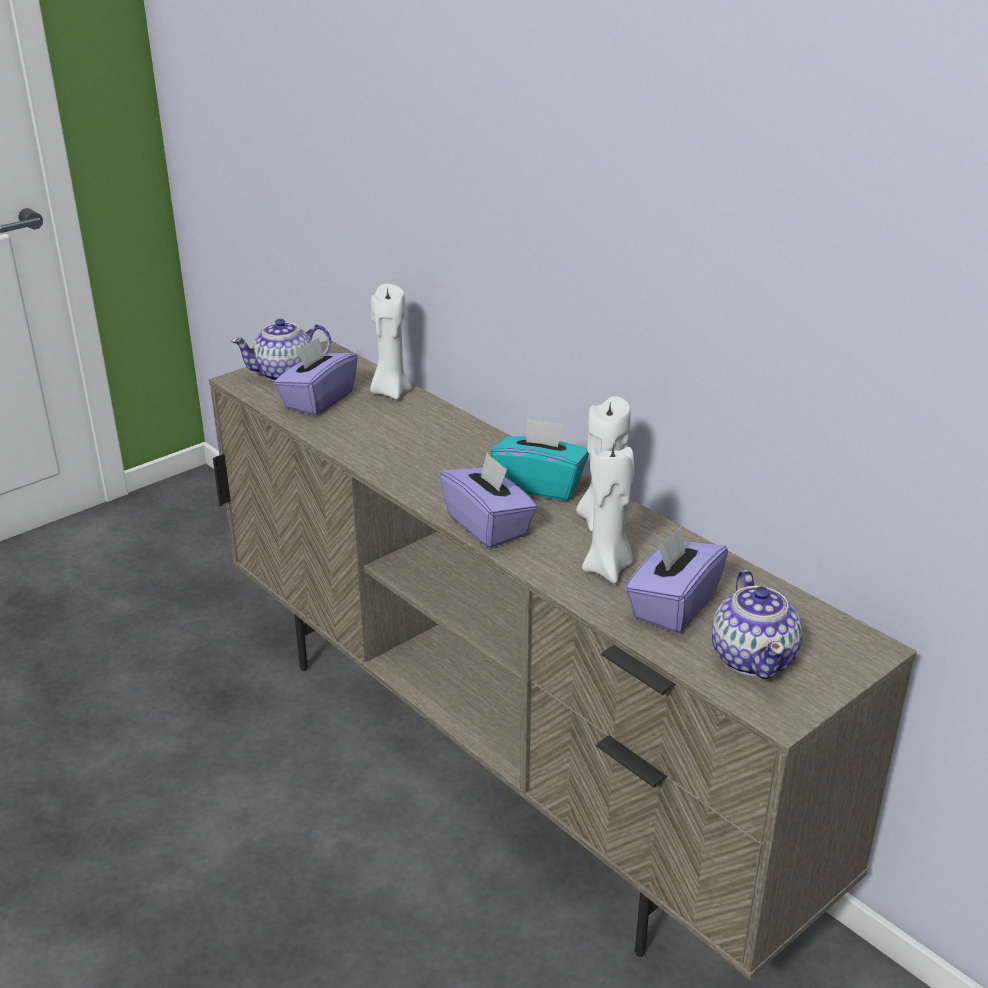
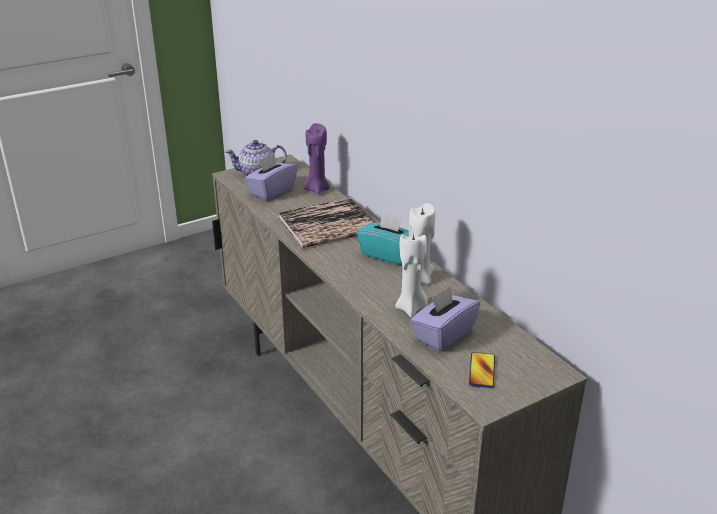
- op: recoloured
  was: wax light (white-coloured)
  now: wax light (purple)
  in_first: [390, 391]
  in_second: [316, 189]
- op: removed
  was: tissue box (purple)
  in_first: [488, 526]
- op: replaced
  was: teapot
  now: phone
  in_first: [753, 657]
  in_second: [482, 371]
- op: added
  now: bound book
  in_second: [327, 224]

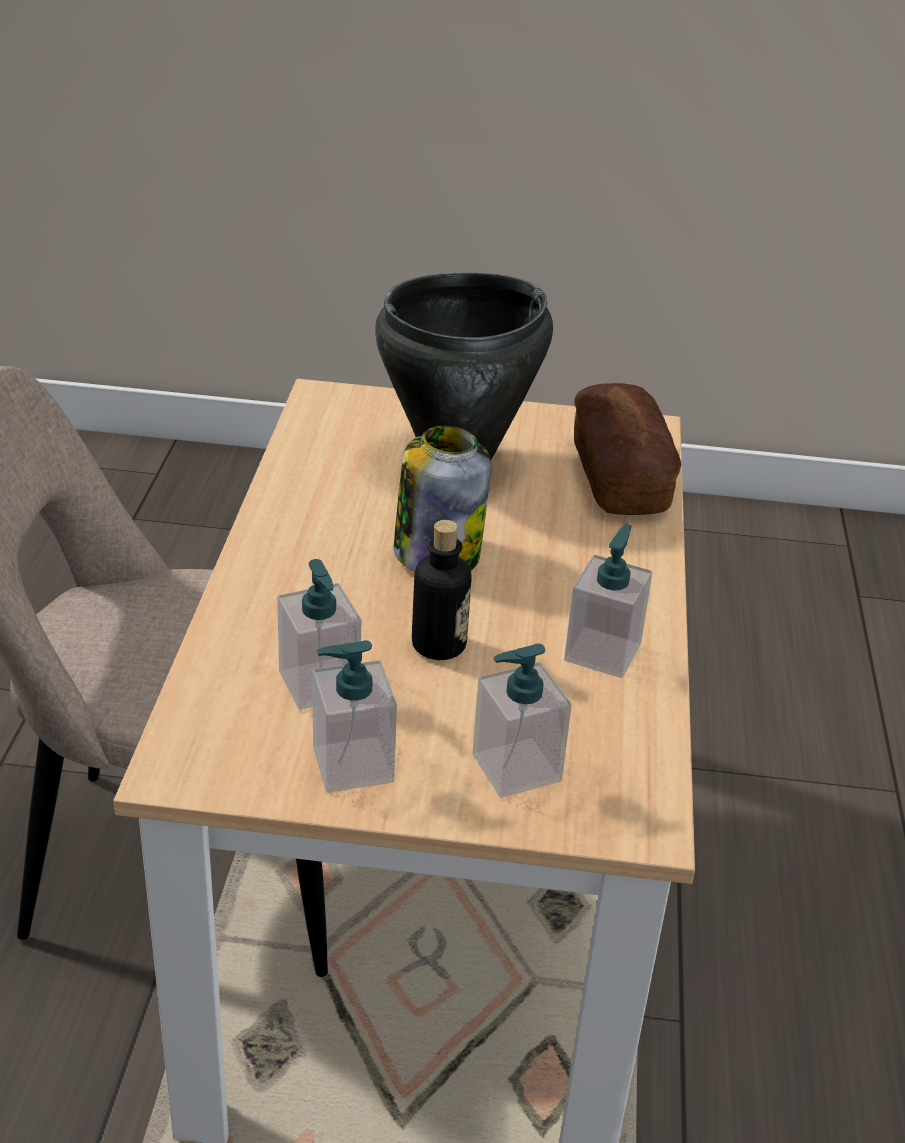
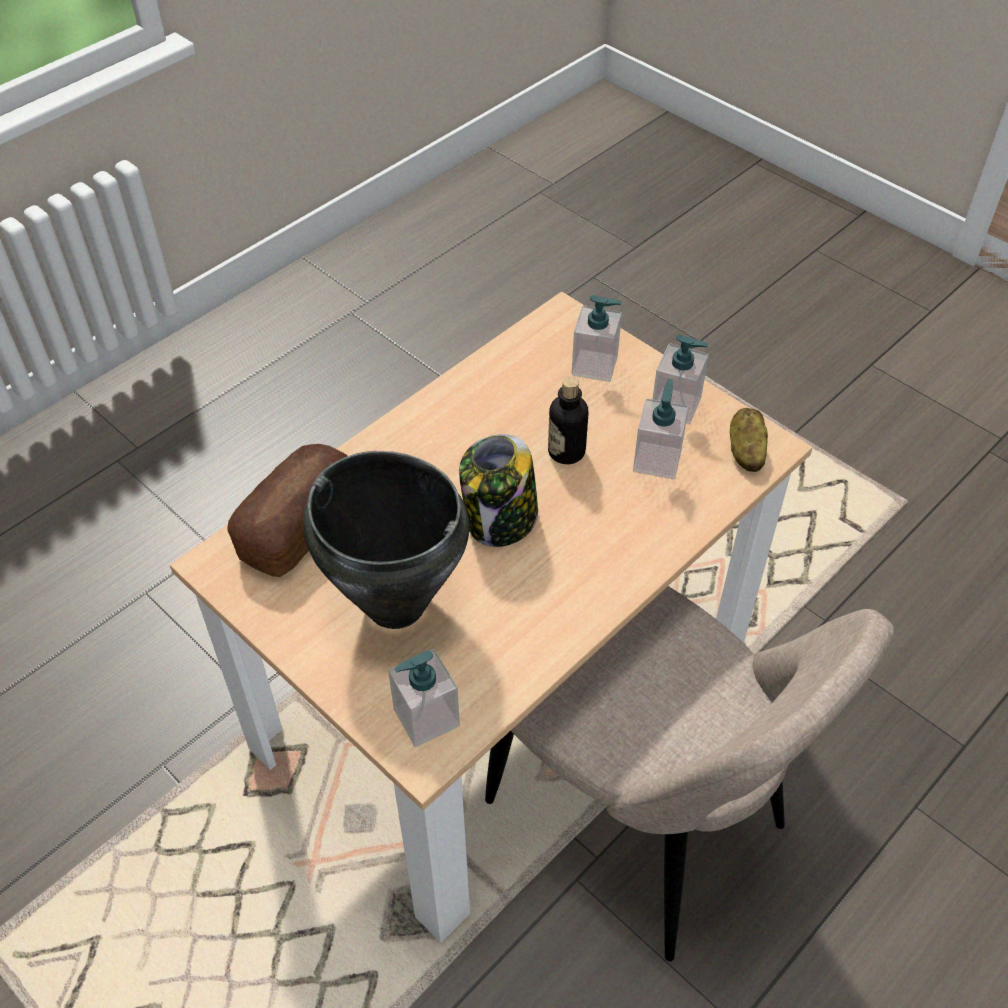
- op: moved
  was: soap bottle
  in_first: [602, 652]
  in_second: [426, 717]
- op: added
  now: spud
  in_second: [745, 452]

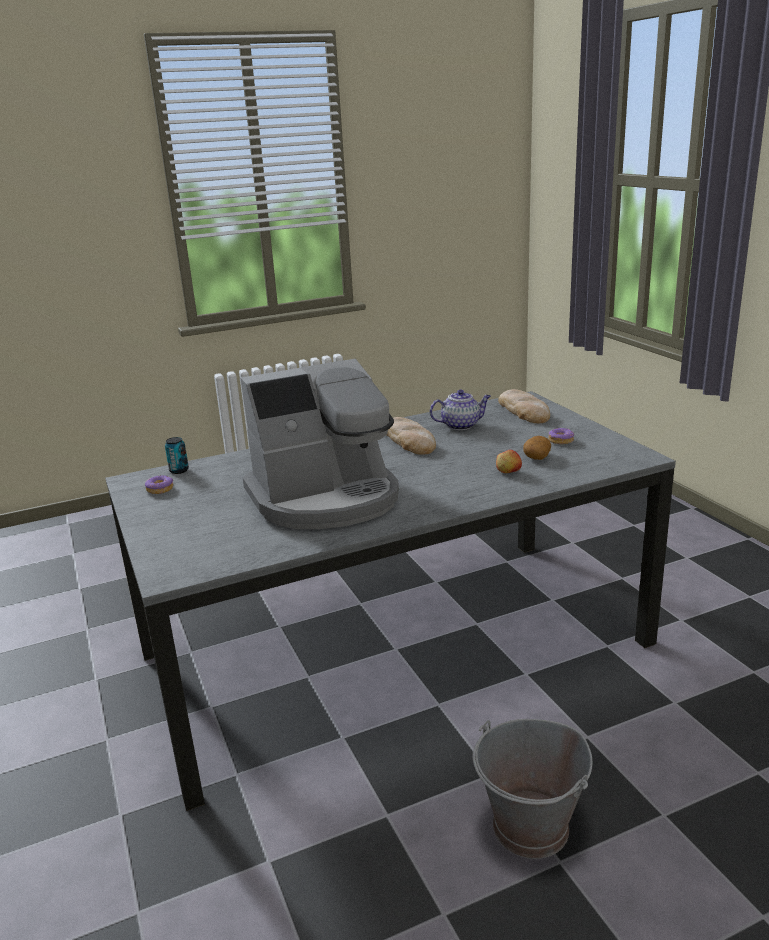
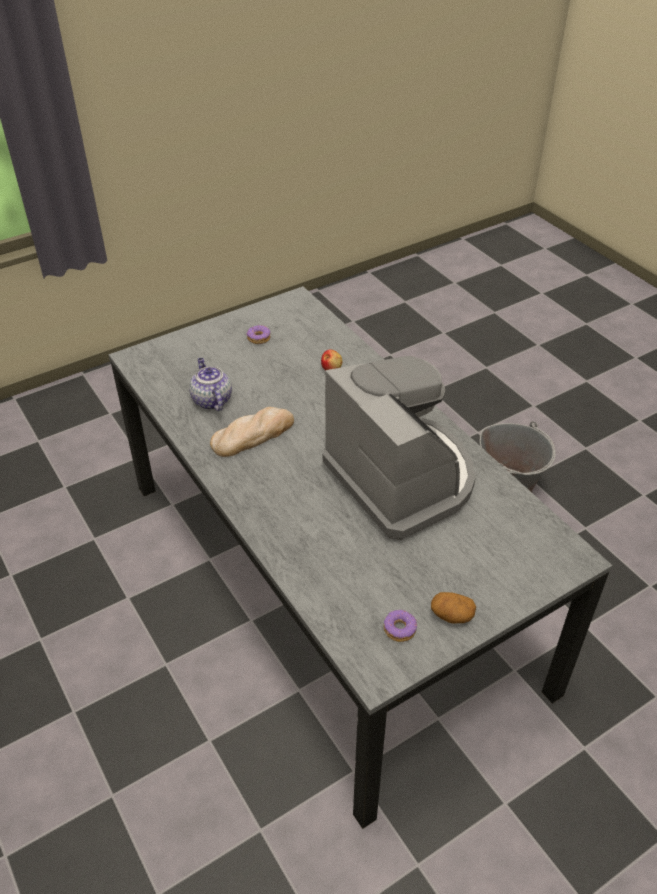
- op: removed
  was: baked bread
  in_first: [524, 411]
- op: moved
  was: spud
  in_first: [536, 456]
  in_second: [451, 615]
- op: removed
  was: metal can
  in_first: [179, 470]

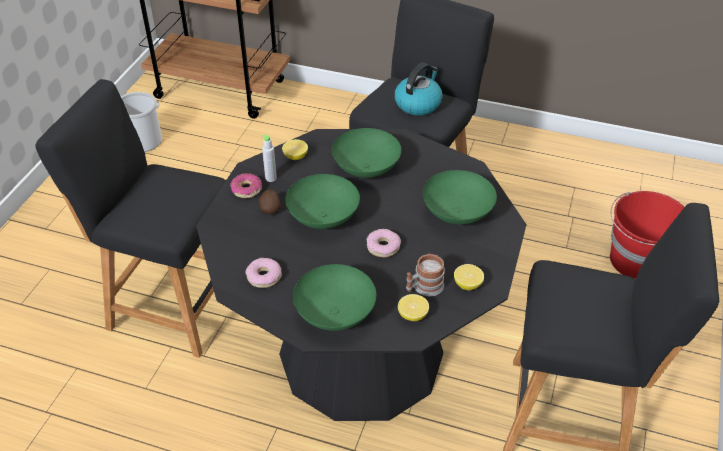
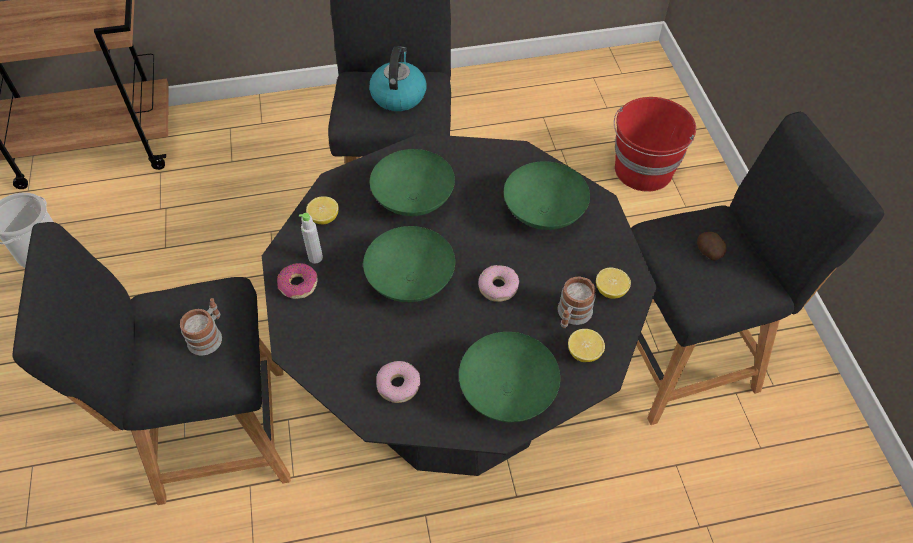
- op: moved
  was: spud
  in_first: [270, 208]
  in_second: [708, 252]
- op: added
  now: mug
  in_second: [208, 336]

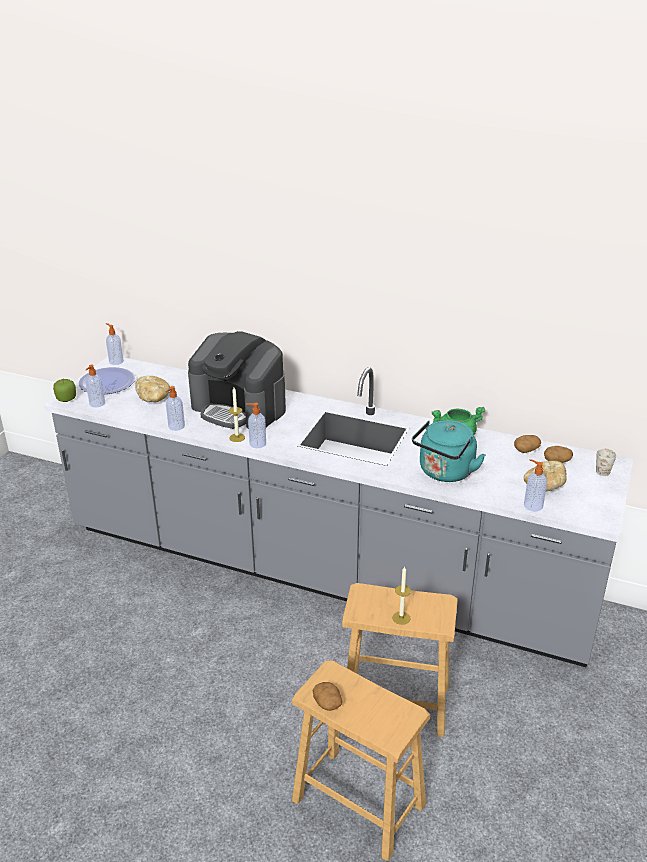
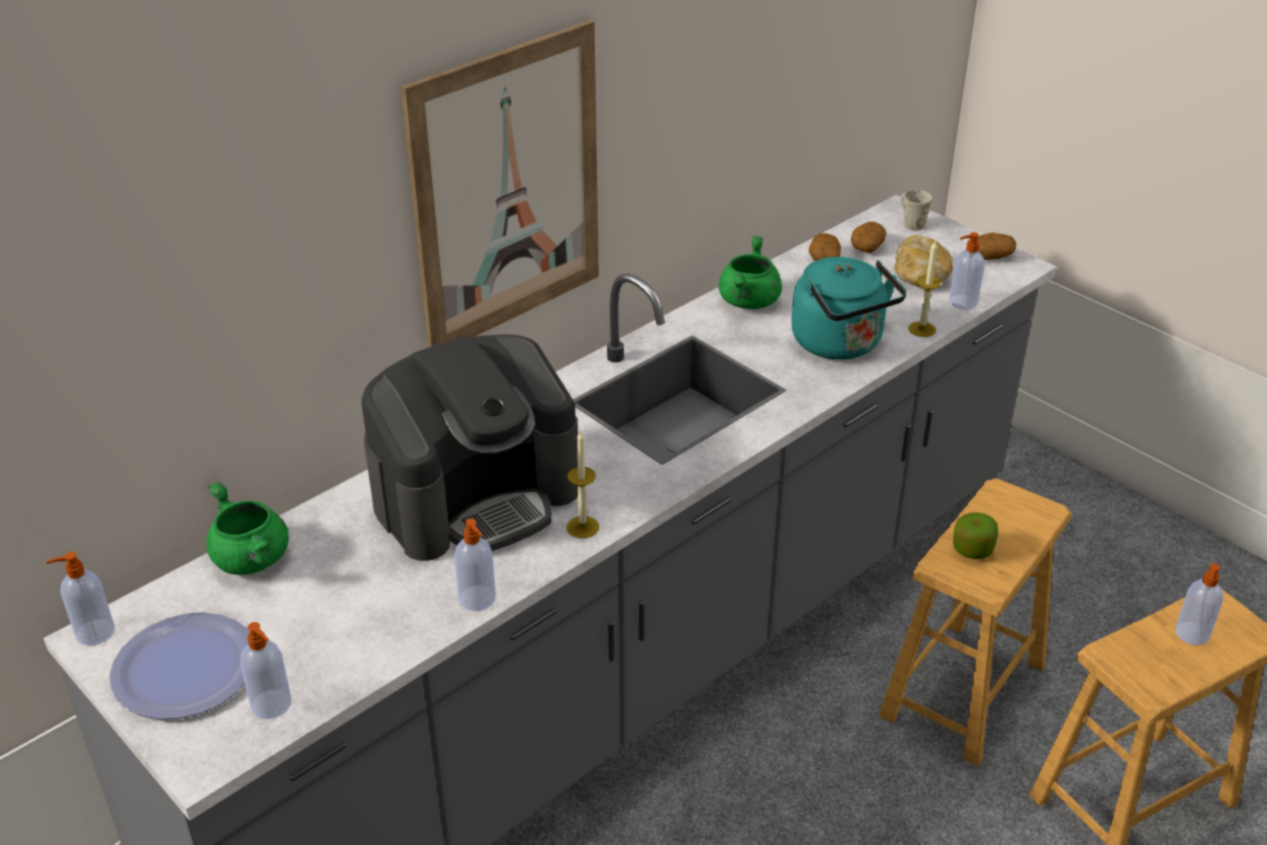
- op: removed
  was: baked bread
  in_first: [153, 397]
- op: moved
  was: apple
  in_first: [66, 398]
  in_second: [972, 550]
- op: moved
  was: soap bottle
  in_first: [257, 444]
  in_second: [1192, 634]
- op: moved
  was: wax light
  in_first: [401, 618]
  in_second: [922, 329]
- op: moved
  was: spud
  in_first: [328, 703]
  in_second: [992, 256]
- op: added
  now: wall art
  in_second: [507, 189]
- op: added
  now: stockpot (green-coloured)
  in_second: [252, 559]

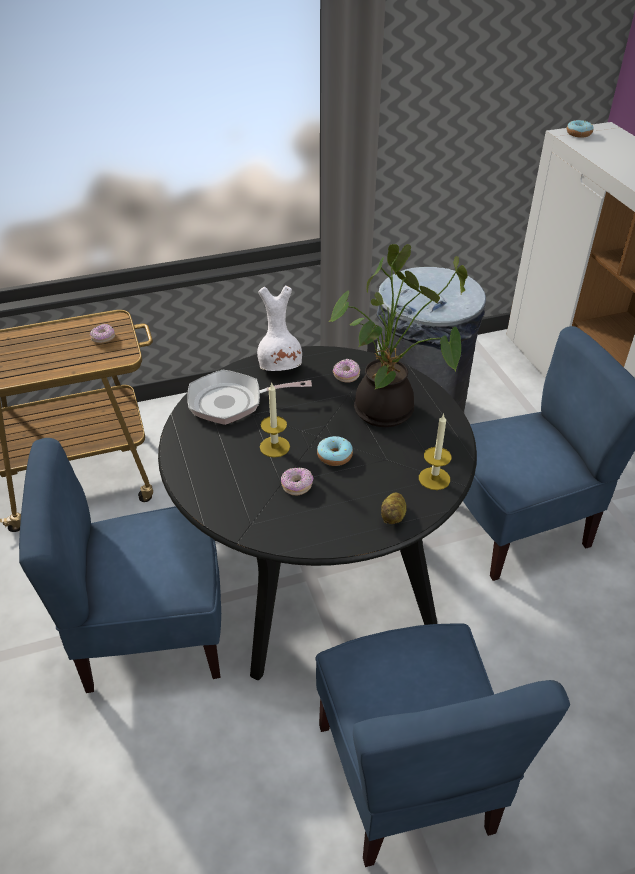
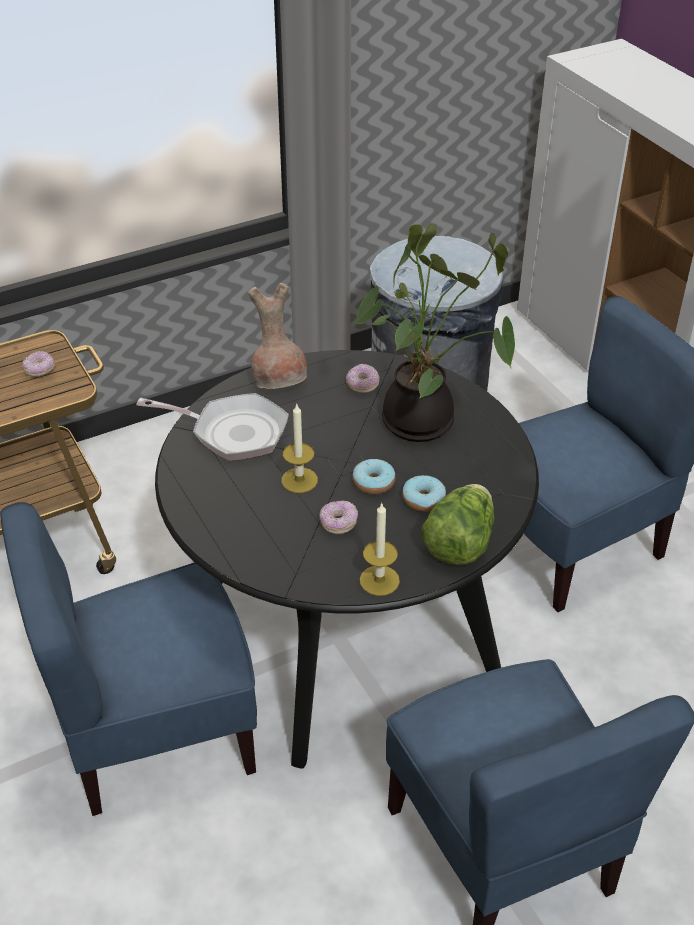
- op: moved
  was: doughnut
  in_first: [578, 134]
  in_second: [423, 500]
- op: recoloured
  was: flower vase (white-coloured)
  now: flower vase (brown-coloured)
  in_first: [280, 367]
  in_second: [280, 382]
- op: turned
  was: frying pan
  in_first: [232, 402]
  in_second: [233, 432]
  clockwise: -150
- op: moved
  was: wax light
  in_first: [434, 478]
  in_second: [379, 580]
- op: replaced
  was: spud
  now: lettuce head
  in_first: [394, 516]
  in_second: [459, 543]

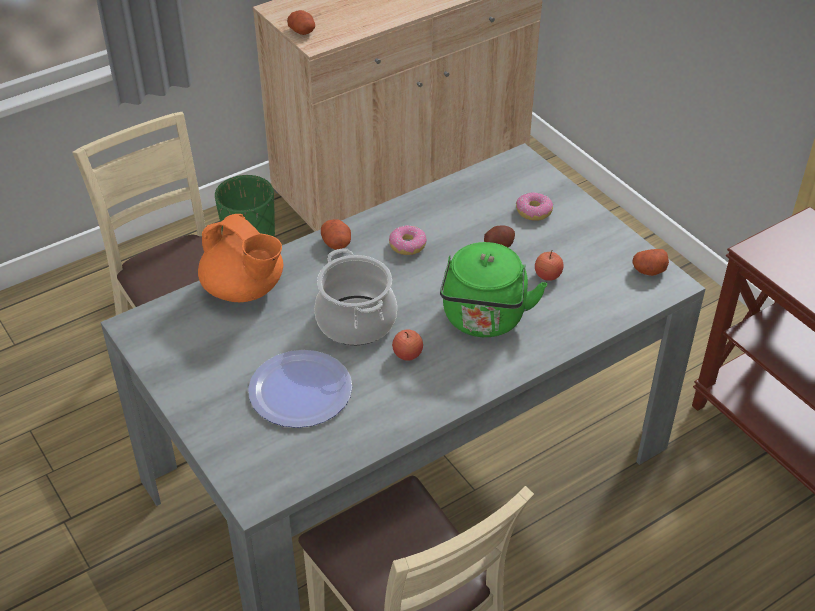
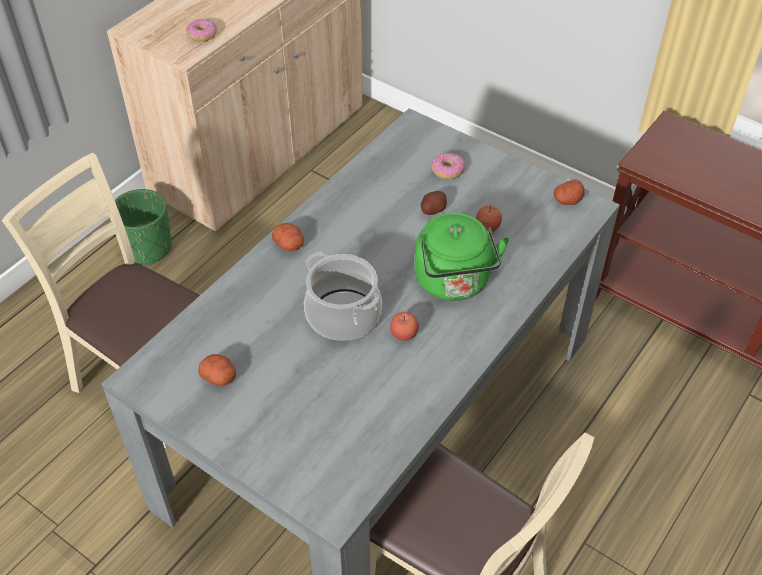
- op: moved
  was: spud
  in_first: [303, 31]
  in_second: [220, 377]
- op: removed
  was: teapot (orangey)
  in_first: [244, 289]
- op: moved
  was: doughnut
  in_first: [407, 246]
  in_second: [202, 35]
- op: removed
  was: plate
  in_first: [300, 390]

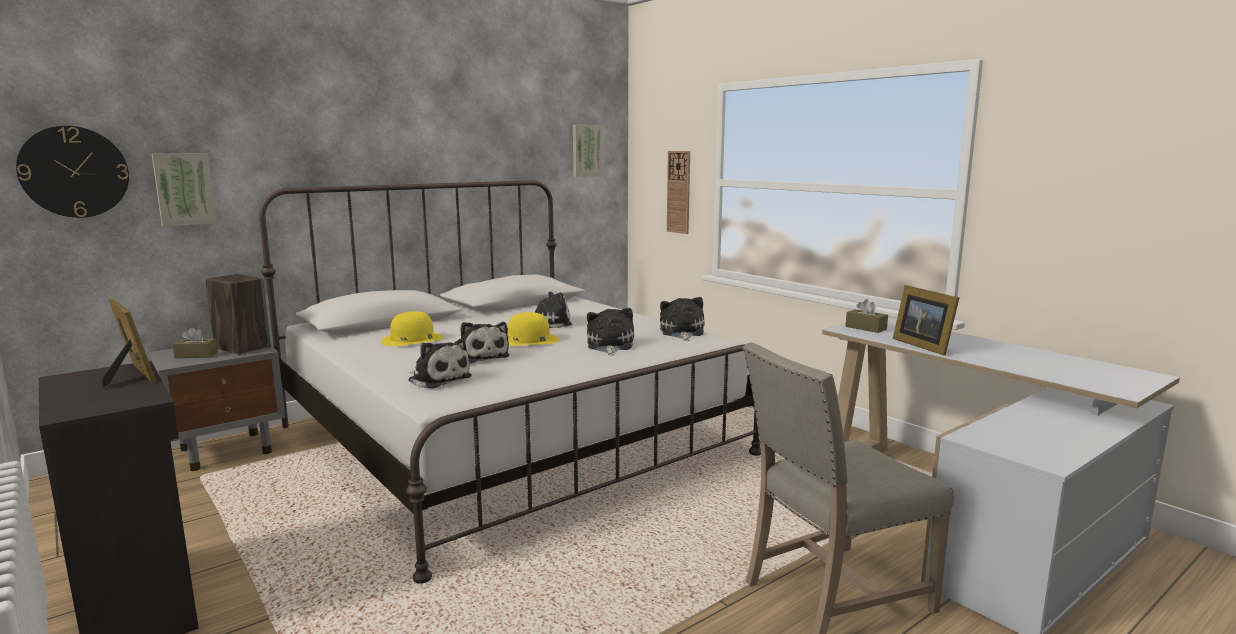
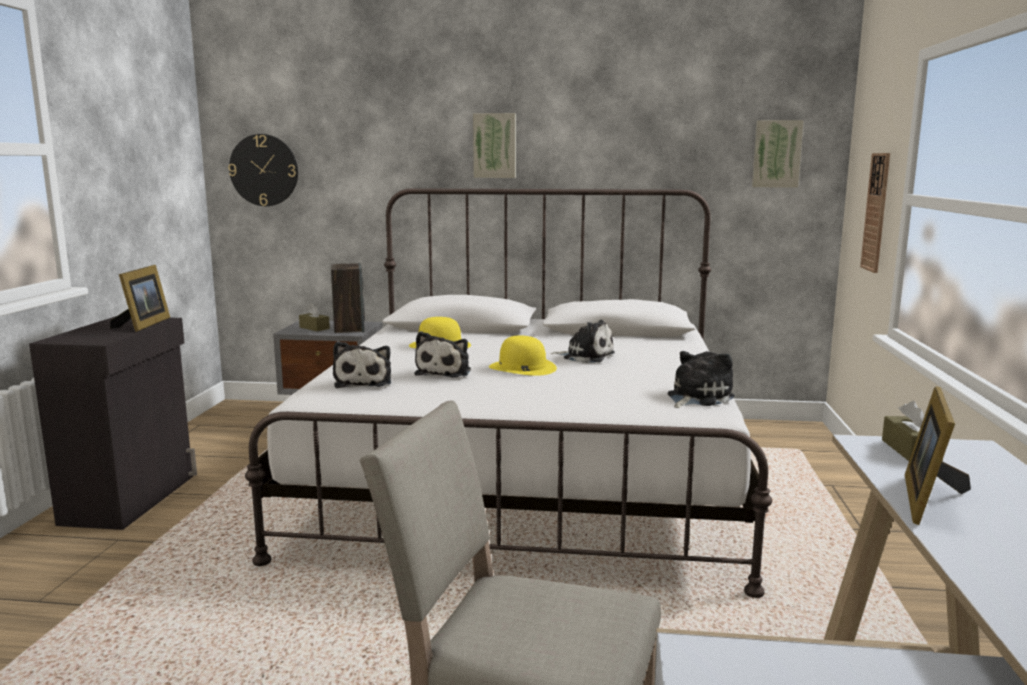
- op: moved
  was: wall art
  in_first: [184, 189]
  in_second: [495, 145]
- op: removed
  was: soft toy
  in_first: [609, 346]

